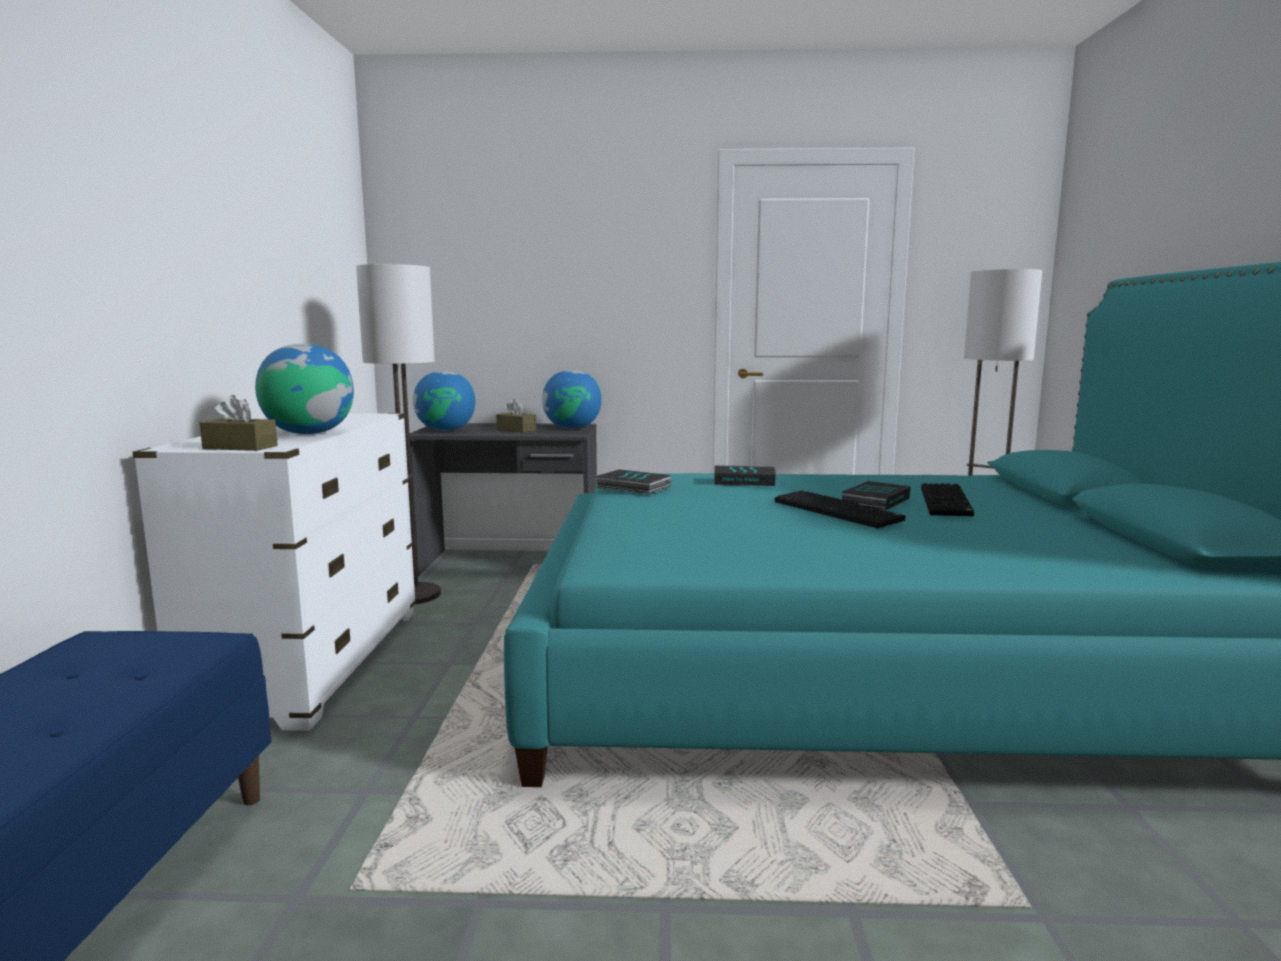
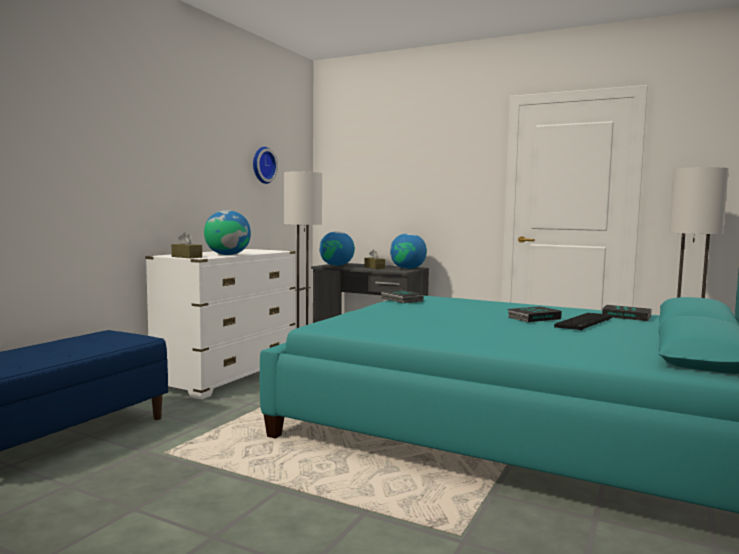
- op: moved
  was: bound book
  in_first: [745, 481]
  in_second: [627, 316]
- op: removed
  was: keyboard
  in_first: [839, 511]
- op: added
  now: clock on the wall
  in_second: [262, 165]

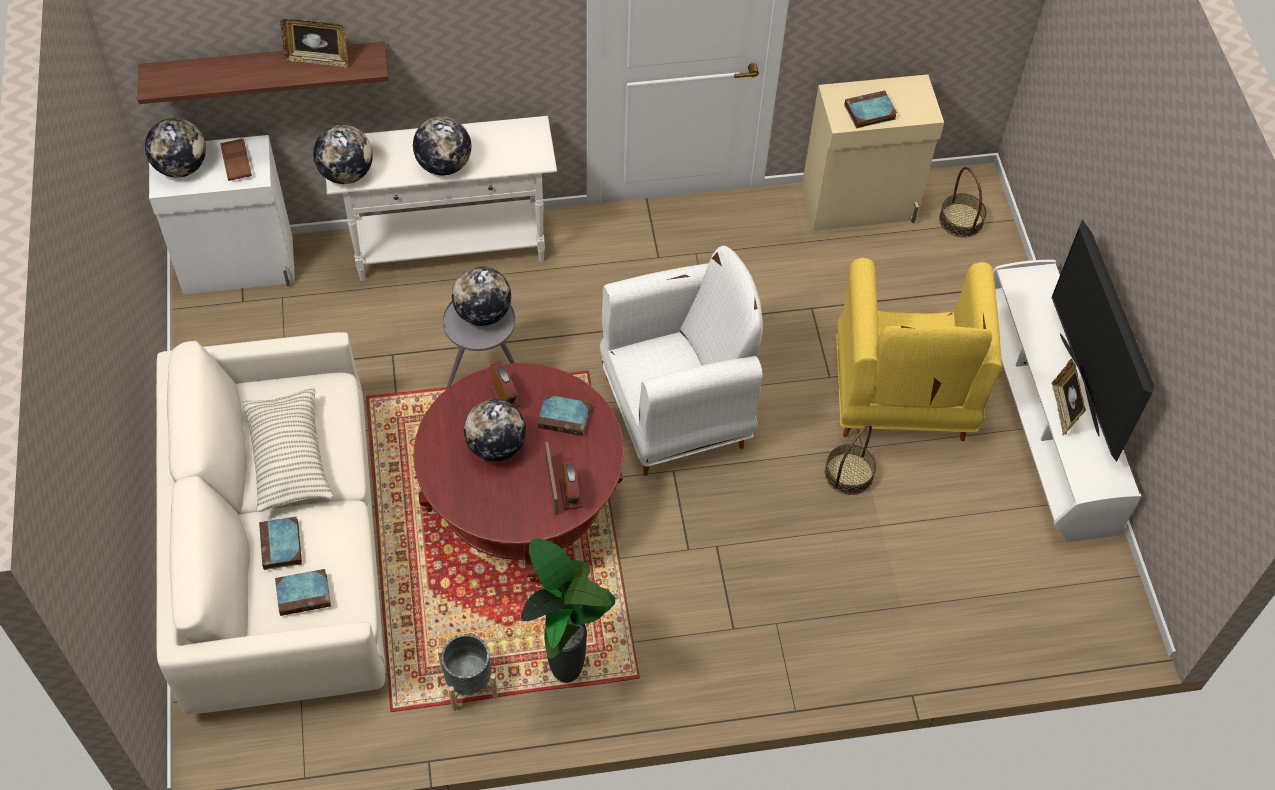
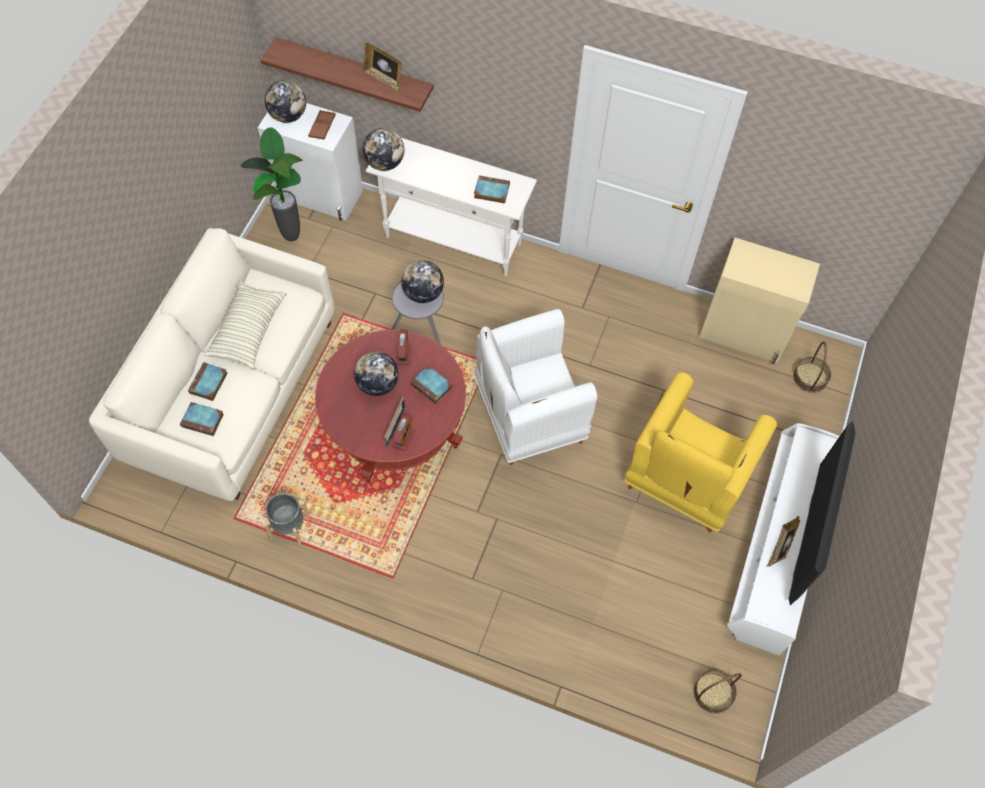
- op: moved
  was: bound book
  in_first: [869, 113]
  in_second: [490, 191]
- op: removed
  was: desk globe
  in_first: [444, 165]
- op: turned
  was: easy chair (white-coloured)
  in_first: [677, 412]
  in_second: [528, 417]
  clockwise: 150
- op: moved
  was: basket
  in_first: [849, 474]
  in_second: [713, 693]
- op: moved
  was: houseplant
  in_first: [566, 670]
  in_second: [292, 235]

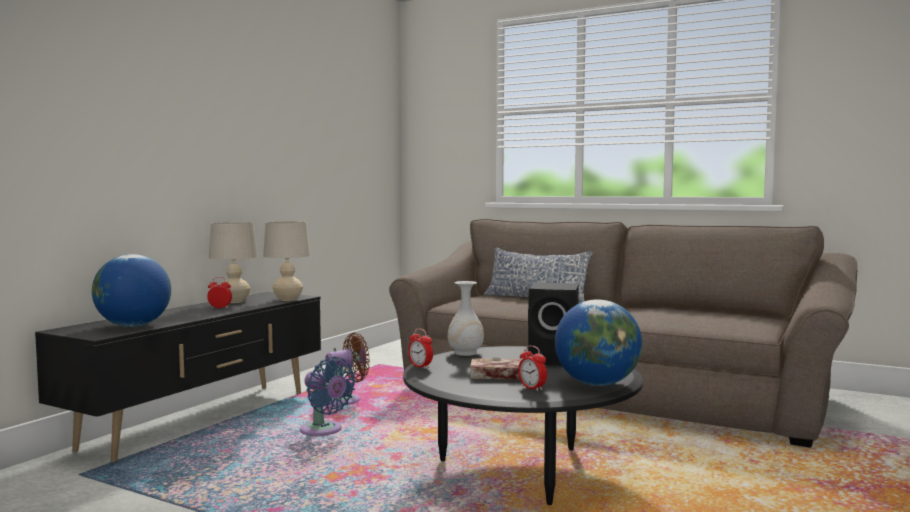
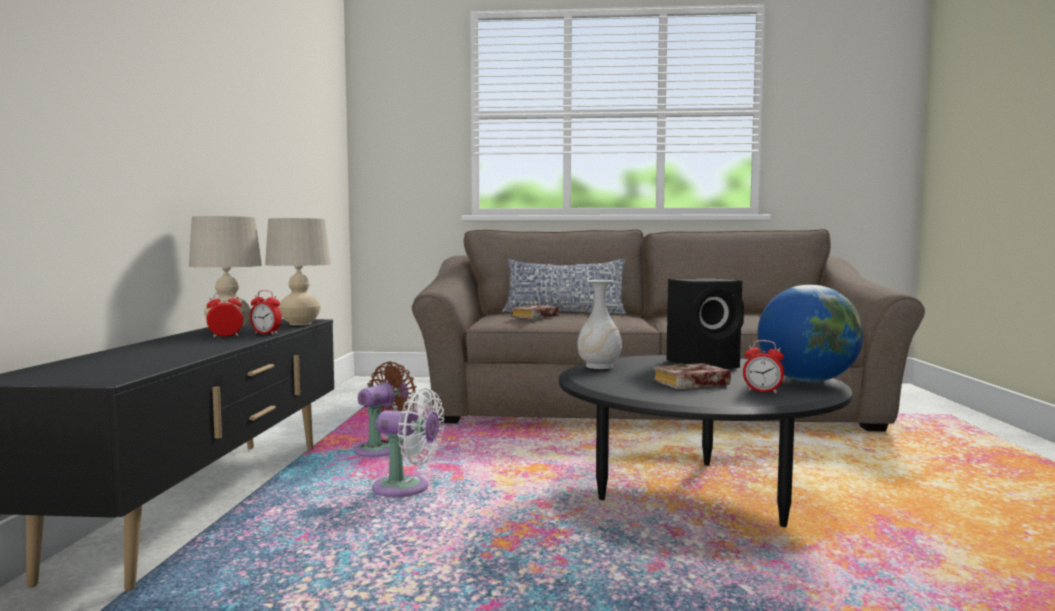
- op: removed
  was: desk globe
  in_first: [133, 326]
- op: moved
  was: alarm clock
  in_first: [420, 367]
  in_second: [266, 333]
- op: recoloured
  was: cooling fan (bluish)
  now: cooling fan (white-coloured)
  in_first: [323, 431]
  in_second: [406, 489]
- op: added
  now: bound book
  in_second: [535, 317]

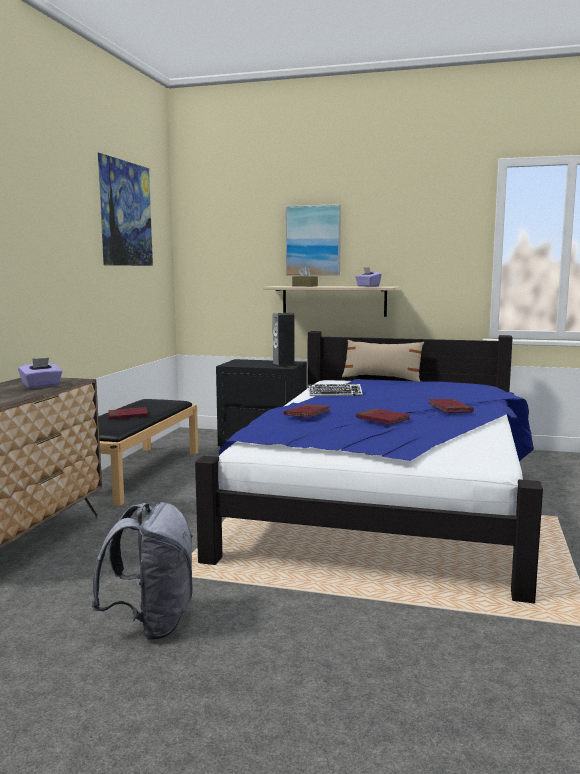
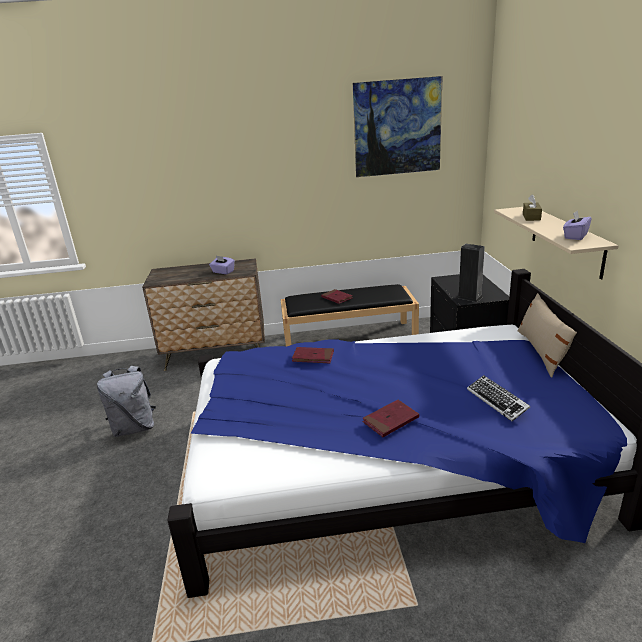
- op: removed
  was: wall art
  in_first: [313, 240]
- op: moved
  was: keyboard
  in_first: [335, 394]
  in_second: [497, 401]
- op: removed
  was: bound book (reddish)
  in_first: [383, 419]

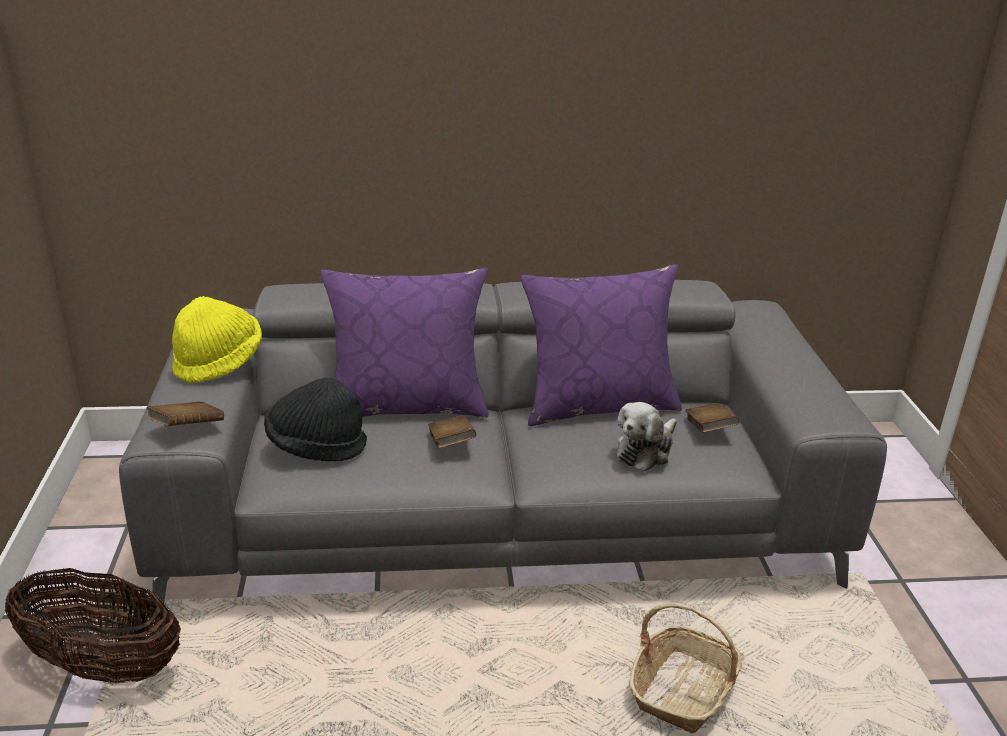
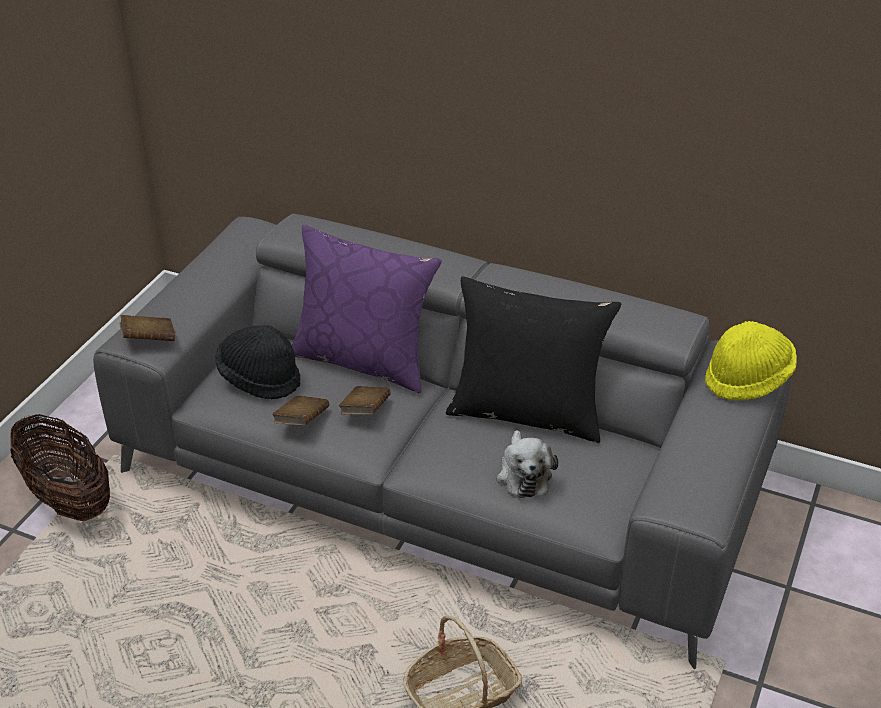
- op: recoloured
  was: pillow (purple)
  now: pillow (black-coloured)
  in_first: [598, 405]
  in_second: [527, 412]
- op: moved
  was: wearable hat (yellow-coloured)
  in_first: [218, 363]
  in_second: [747, 379]
- op: turned
  was: soft toy
  in_first: [646, 451]
  in_second: [524, 474]
  clockwise: -75
- op: moved
  was: bound book (brown-coloured)
  in_first: [709, 430]
  in_second: [301, 421]

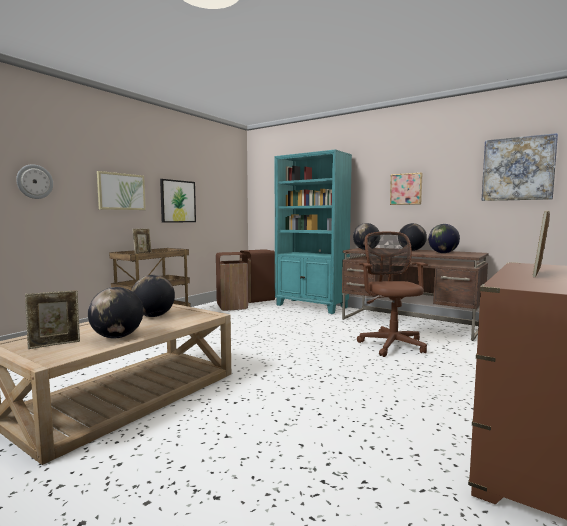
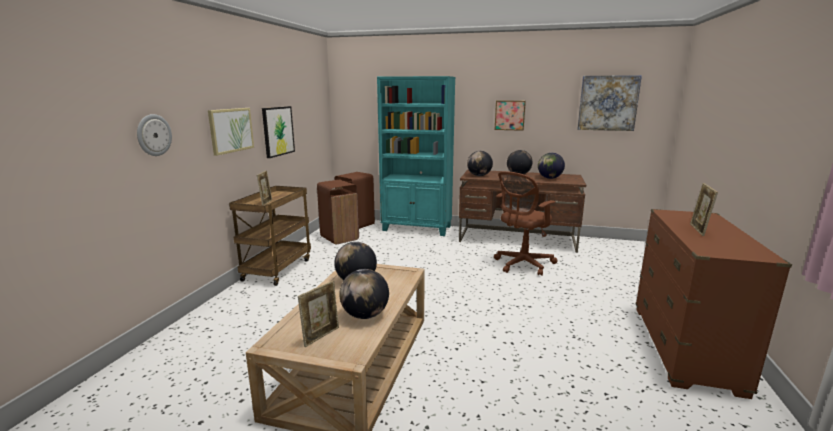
- op: turned
  was: computer chair (brown-coloured)
  in_first: [391, 344]
  in_second: [522, 265]
  clockwise: -105

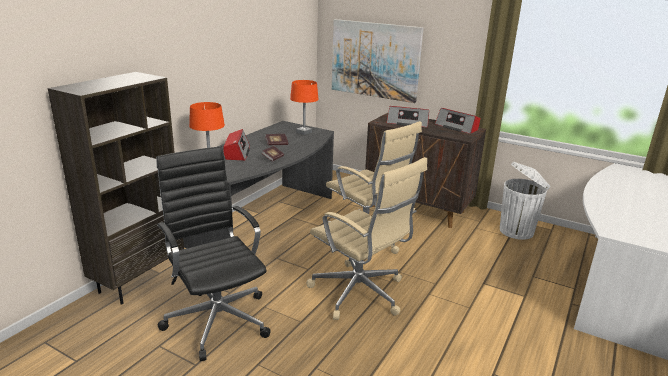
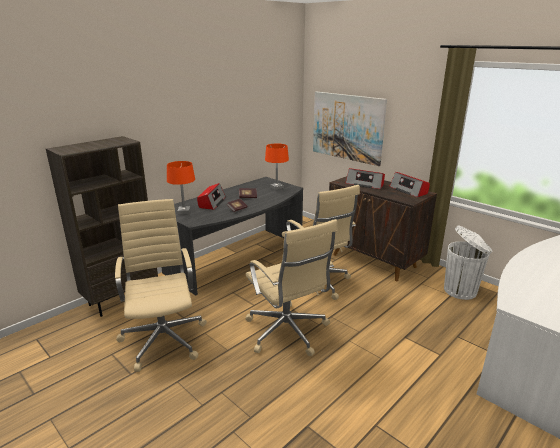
- op: recoloured
  was: computer chair (black-coloured)
  now: computer chair (sand-coloured)
  in_first: [217, 319]
  in_second: [164, 338]

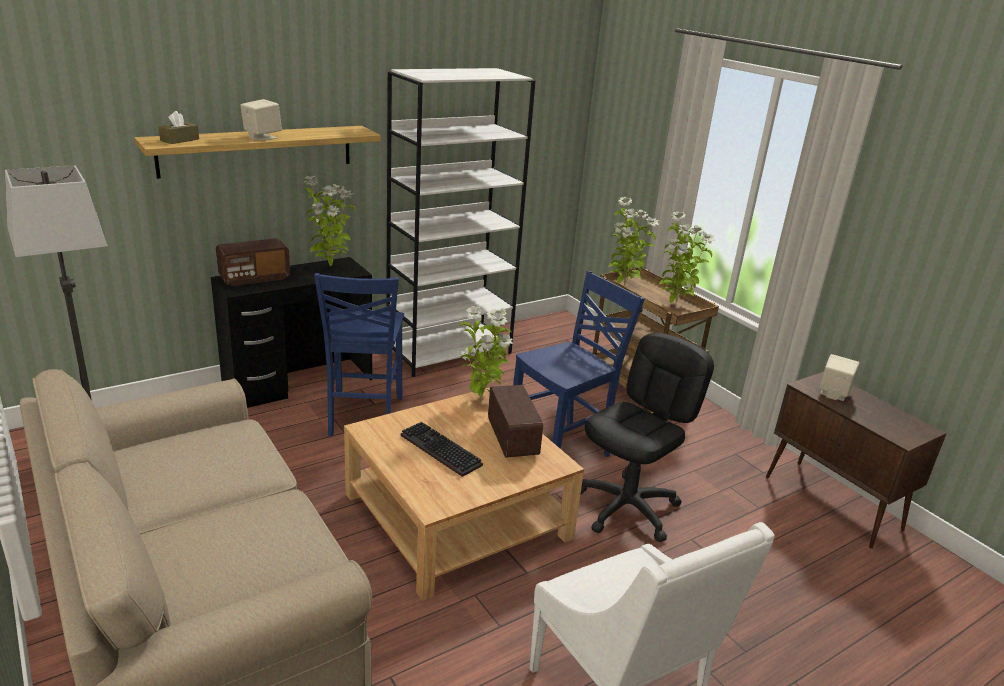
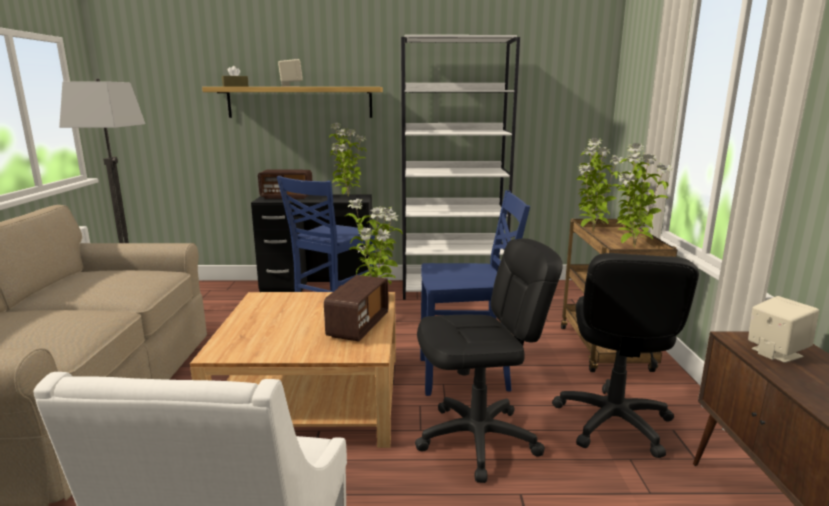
- op: removed
  was: keyboard
  in_first: [438, 450]
- op: added
  now: computer chair (black-coloured)
  in_second: [612, 422]

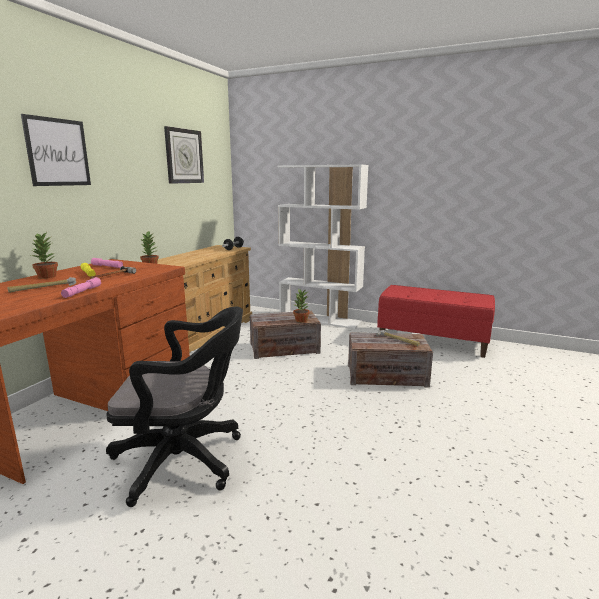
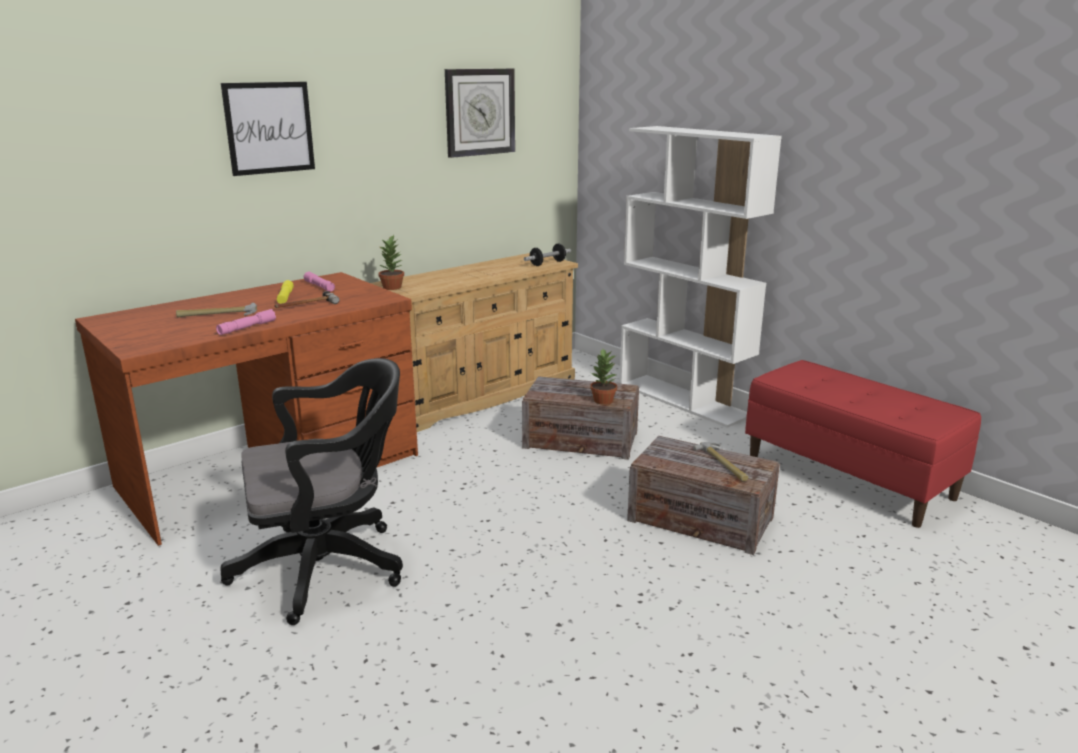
- op: removed
  was: houseplant
  in_first: [47, 276]
- op: turned
  was: computer chair (black-coloured)
  in_first: [185, 460]
  in_second: [329, 567]
  clockwise: -45

